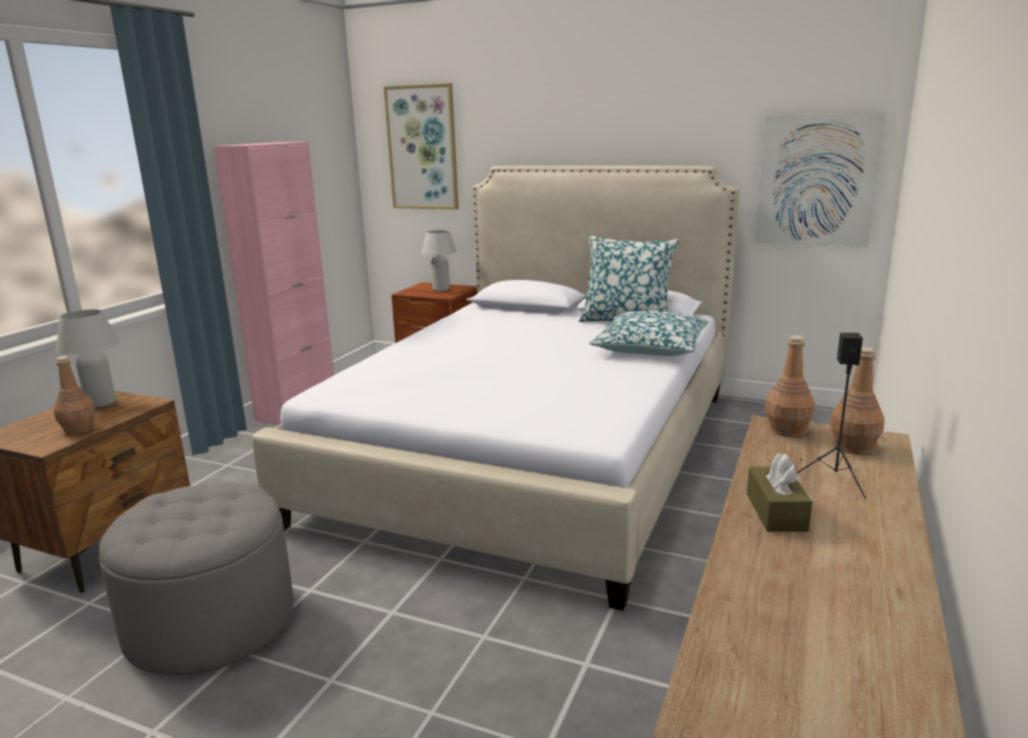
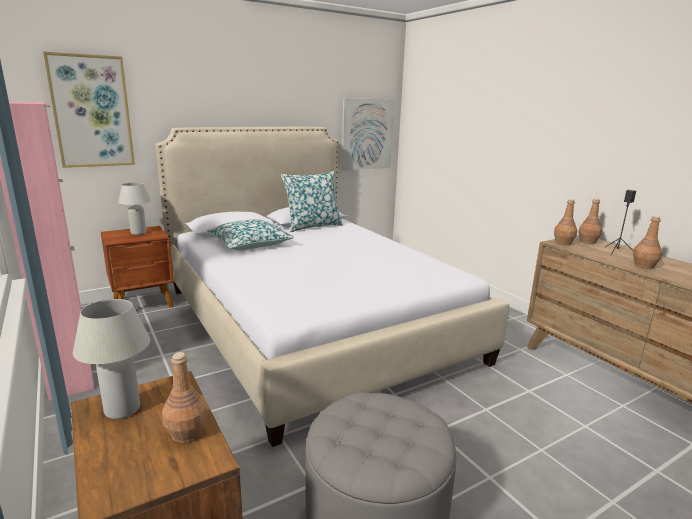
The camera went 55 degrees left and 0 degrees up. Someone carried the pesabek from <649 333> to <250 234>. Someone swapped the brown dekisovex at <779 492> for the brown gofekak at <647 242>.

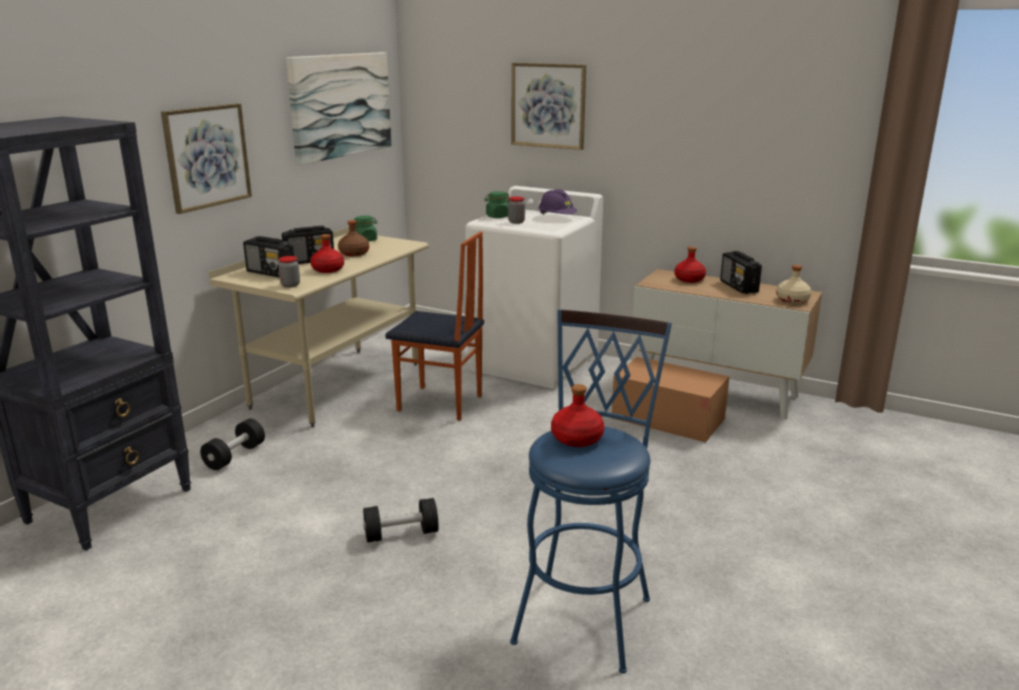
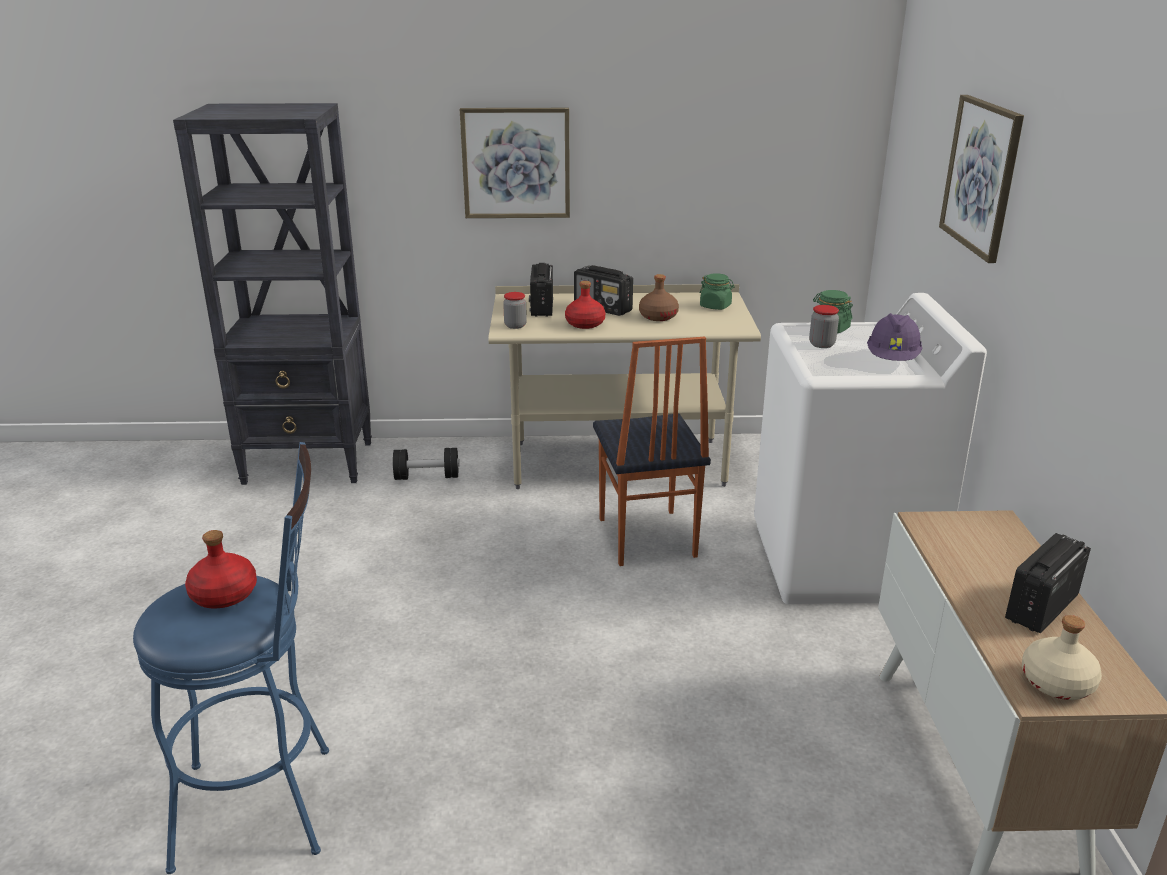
The camera went 60 degrees right and 5 degrees up. Someone took away the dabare at <338 108>. Someone took away the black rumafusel at <401 520>. Someone took away the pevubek at <670 399>. Someone took away the red gofekak at <690 265>.

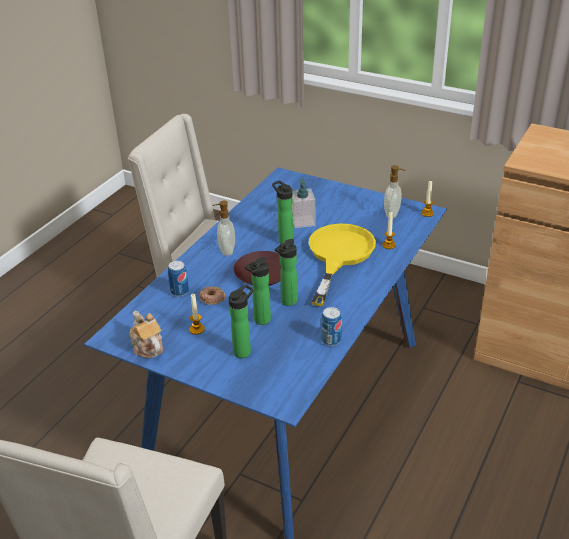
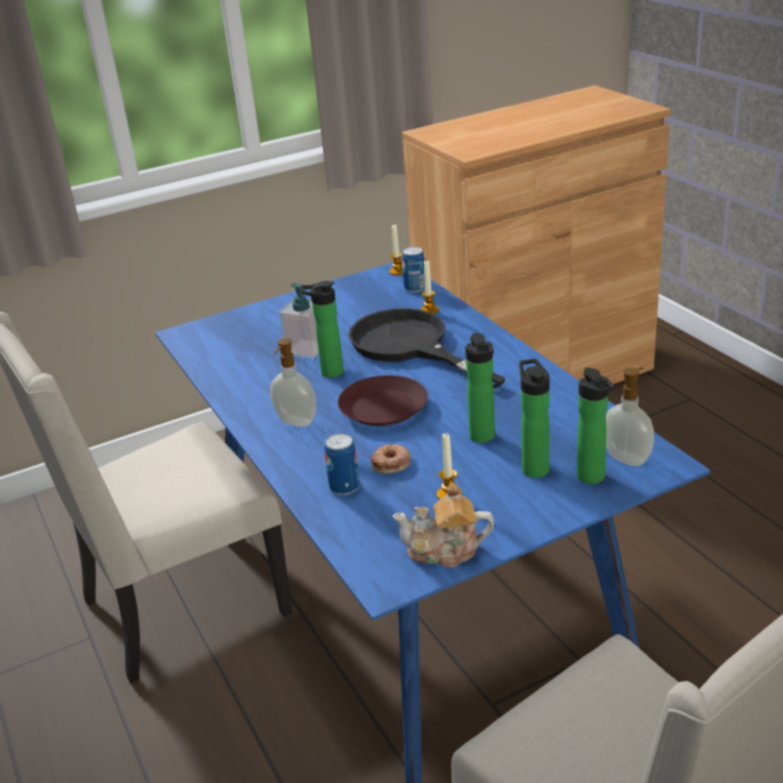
The camera went 55 degrees left and 5 degrees down. Someone repainted the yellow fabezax at <342 264>, which became the black fabezax at <427 348>. Someone carried the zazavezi from <331 326> to <413 269>. Someone carried the gofekak from <286 272> to <596 425>. Someone carried the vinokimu from <394 191> to <630 416>.

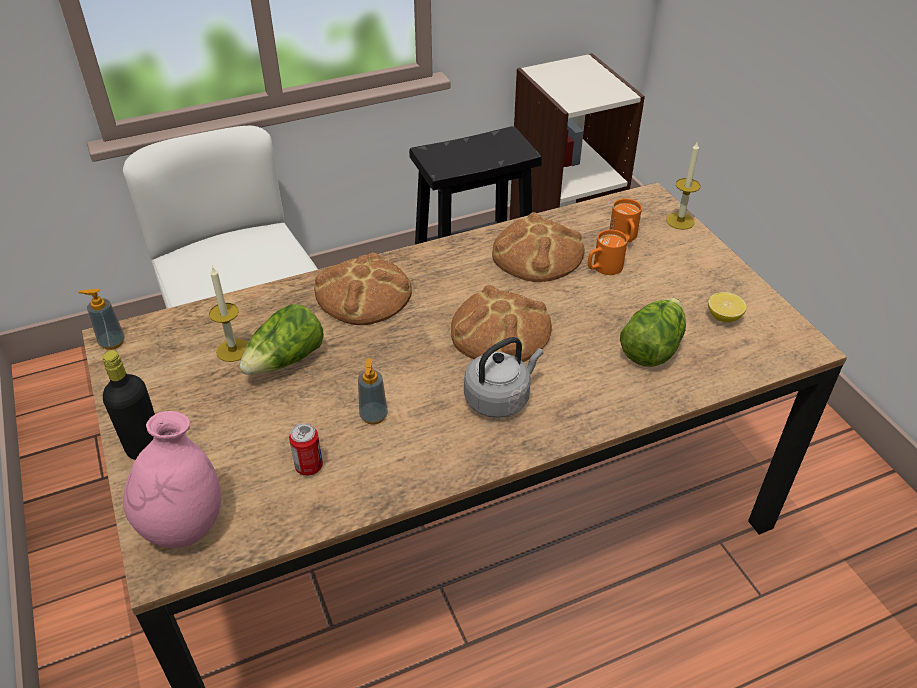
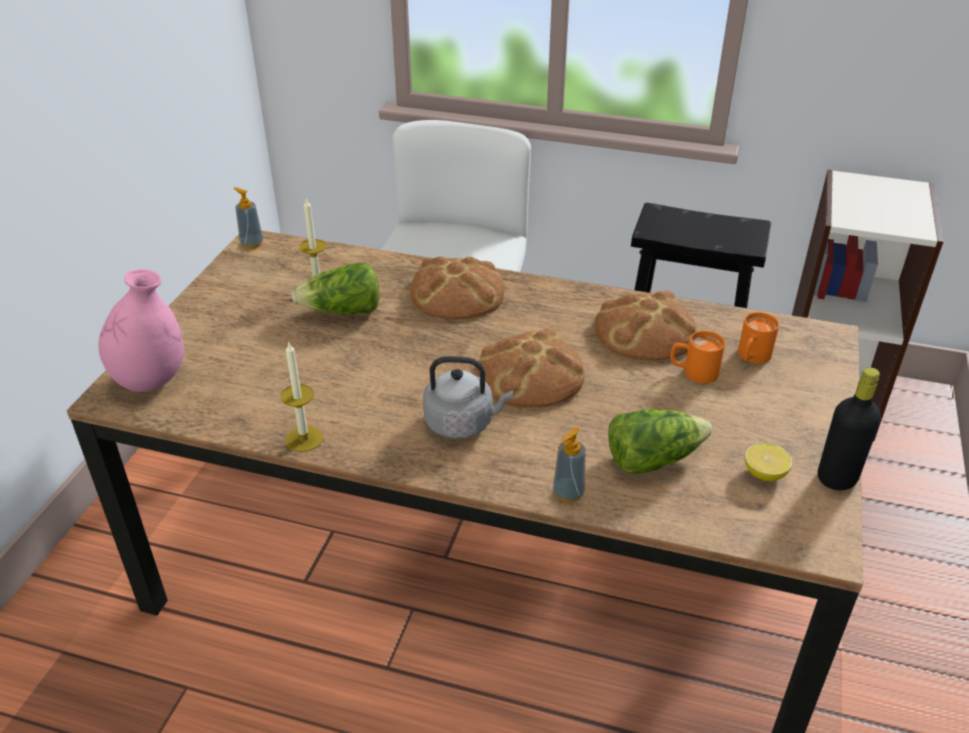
The camera went 40 degrees right and 5 degrees down. Someone carried the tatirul from <683 186> to <301 396>. Someone carried the vinokimu from <373 391> to <569 465>. Someone carried the black gofekak from <128 405> to <849 429>. Someone took away the zazavezi at <306 449>.

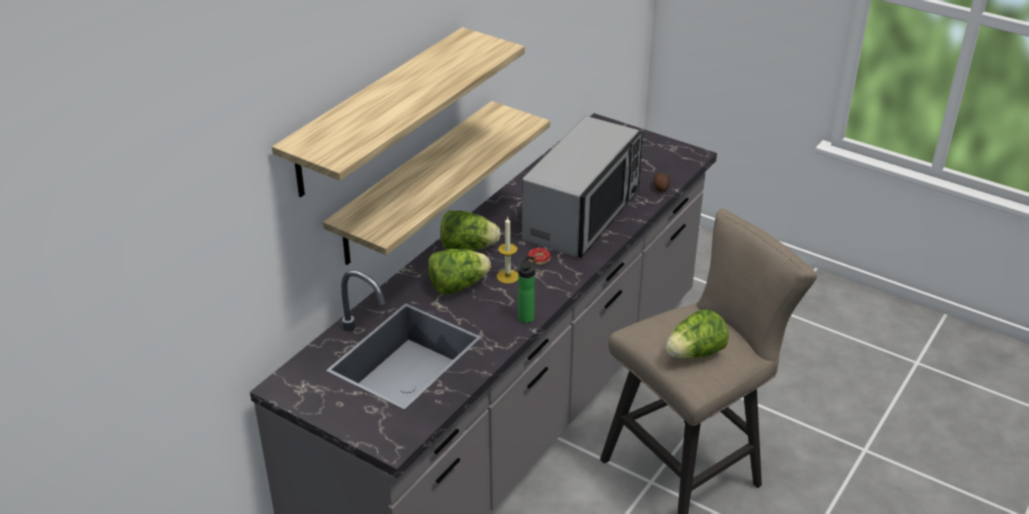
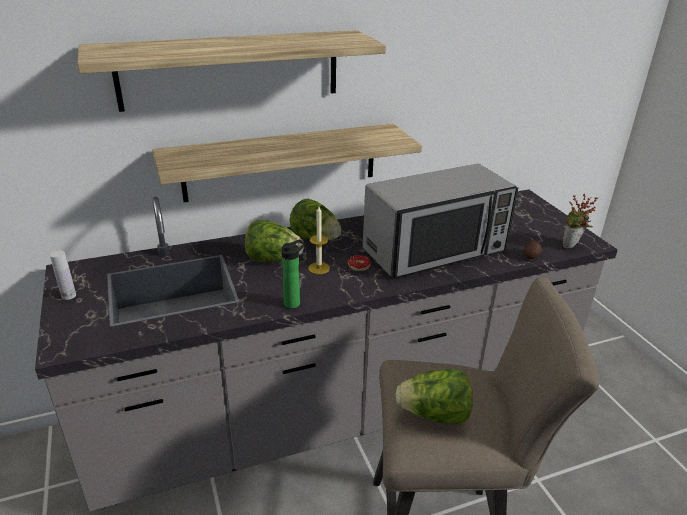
The camera went 35 degrees right and 5 degrees down. Someone put down the white gofekak at <63 275>. Someone put down the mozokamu at <580 220>.

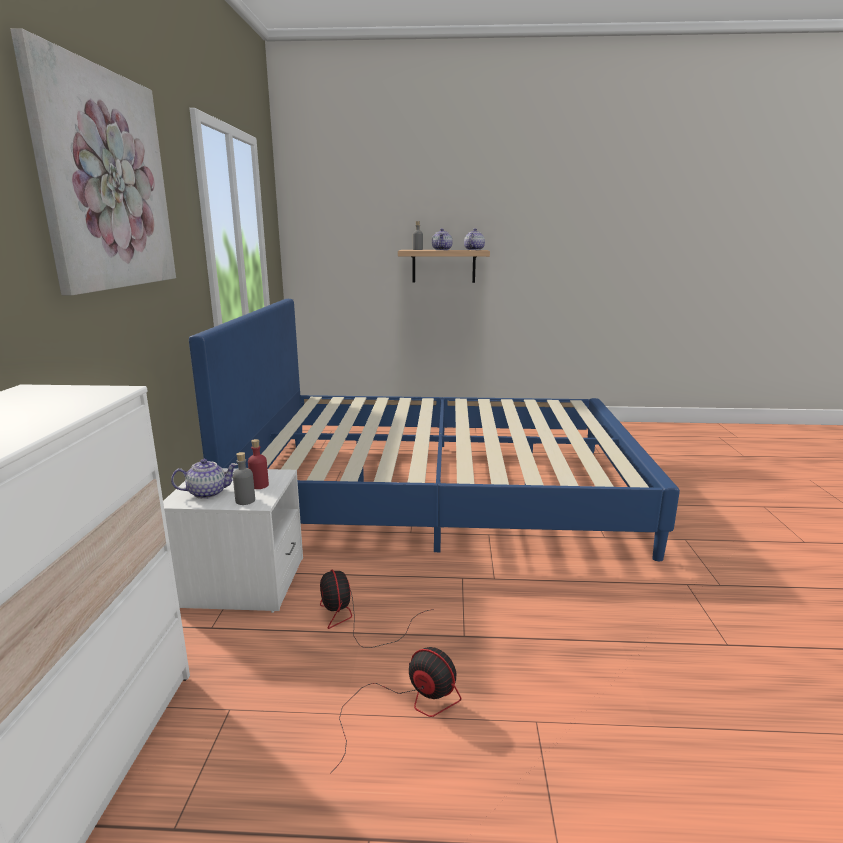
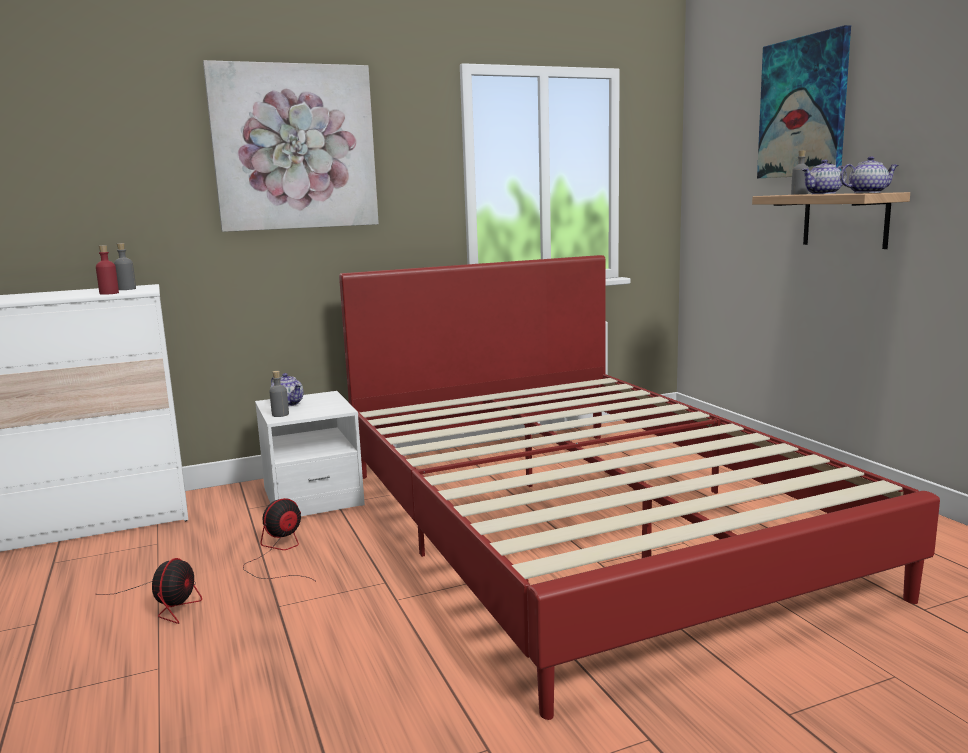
The camera went 65 degrees right and 5 degrees down. Someone carried the red gofekak from <258 464> to <107 270>. Someone put down the grey gofekak at <125 266>. Someone repainted the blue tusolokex at <434 430>, which became the red tusolokex at <639 487>. Someone put up the dabare at <804 101>.

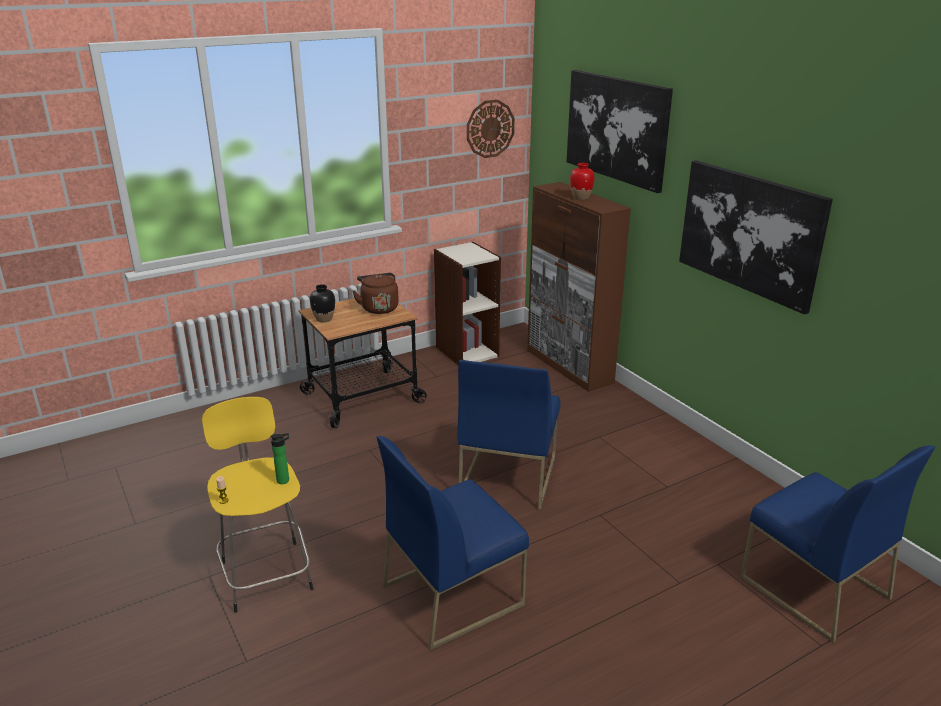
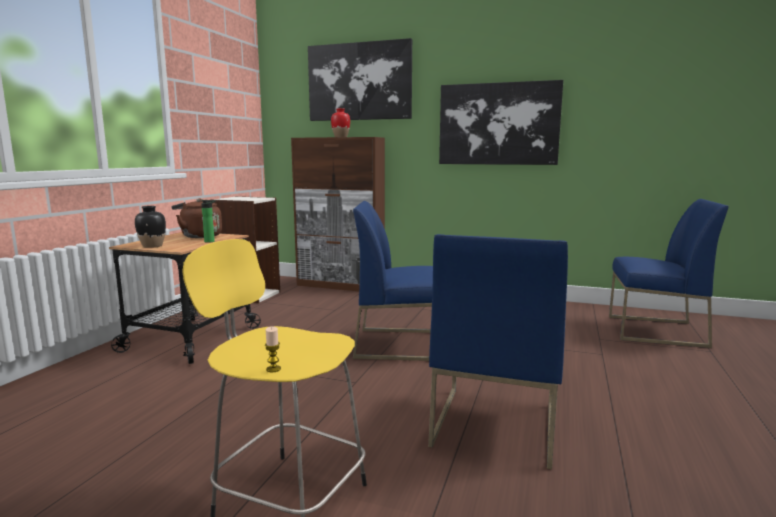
The camera went 40 degrees left and 15 degrees down. Someone carried the gofekak from <279 458> to <208 221>. Someone rotated the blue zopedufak at <509 435> by 120 degrees clockwise. Someone took away the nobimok at <491 129>.

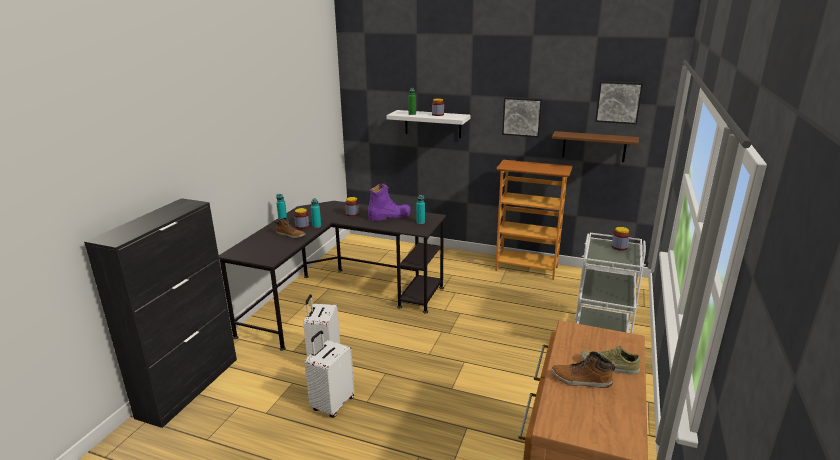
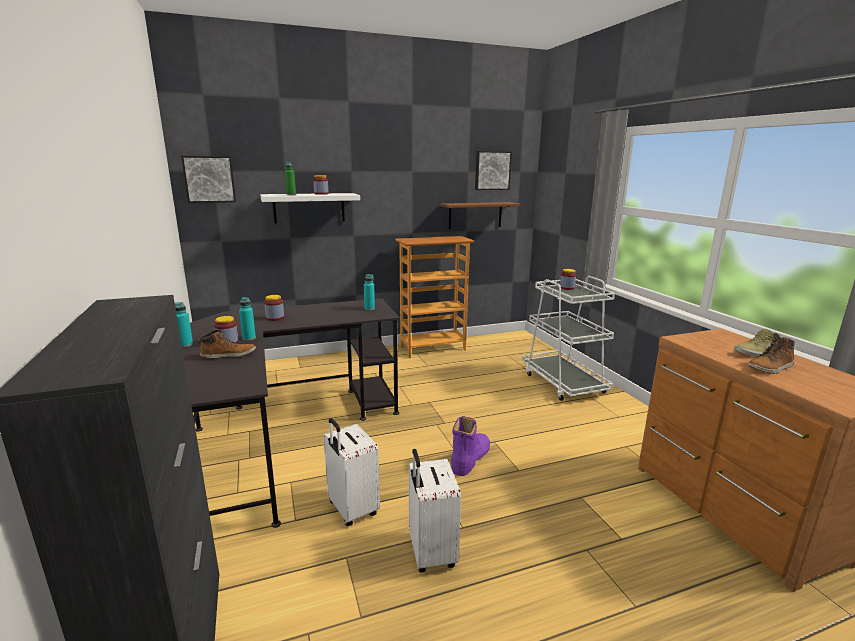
The camera went 40 degrees left and 5 degrees down. Someone carried the dabare from <522 117> to <208 179>. Someone carried the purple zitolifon from <389 202> to <470 446>.

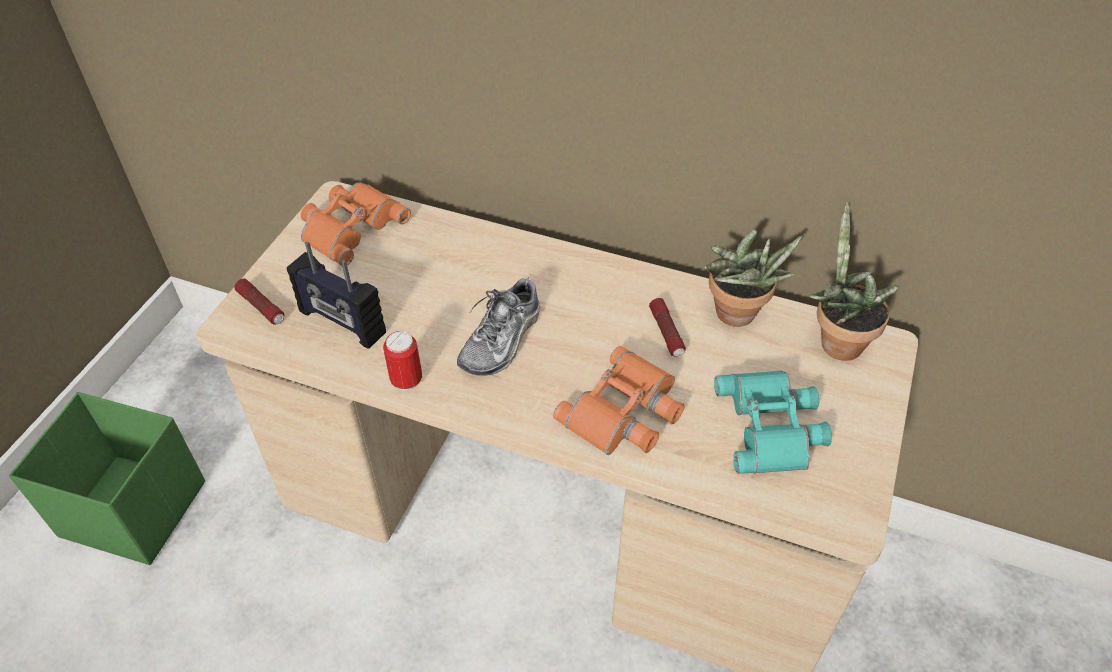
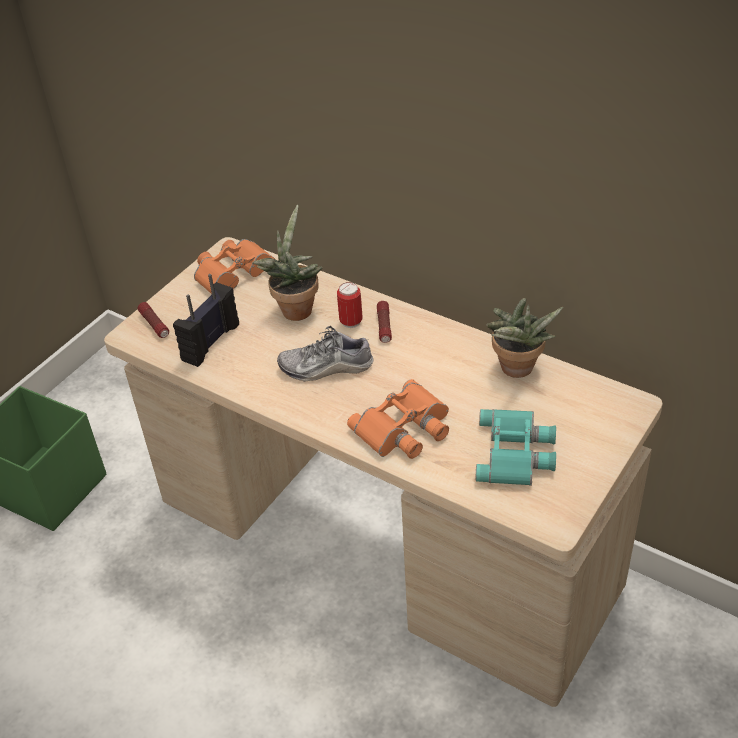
The camera went 15 degrees right and 5 degrees down. Someone rotated the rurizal at <336 295> by 75 degrees clockwise. Someone carried the mozokamu from <854 281> to <287 263>. Someone rotated the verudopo at <498 326> by 45 degrees clockwise. Someone carried the zazavezi from <402 361> to <350 305>. Someone carried the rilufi from <667 327> to <384 322>.

